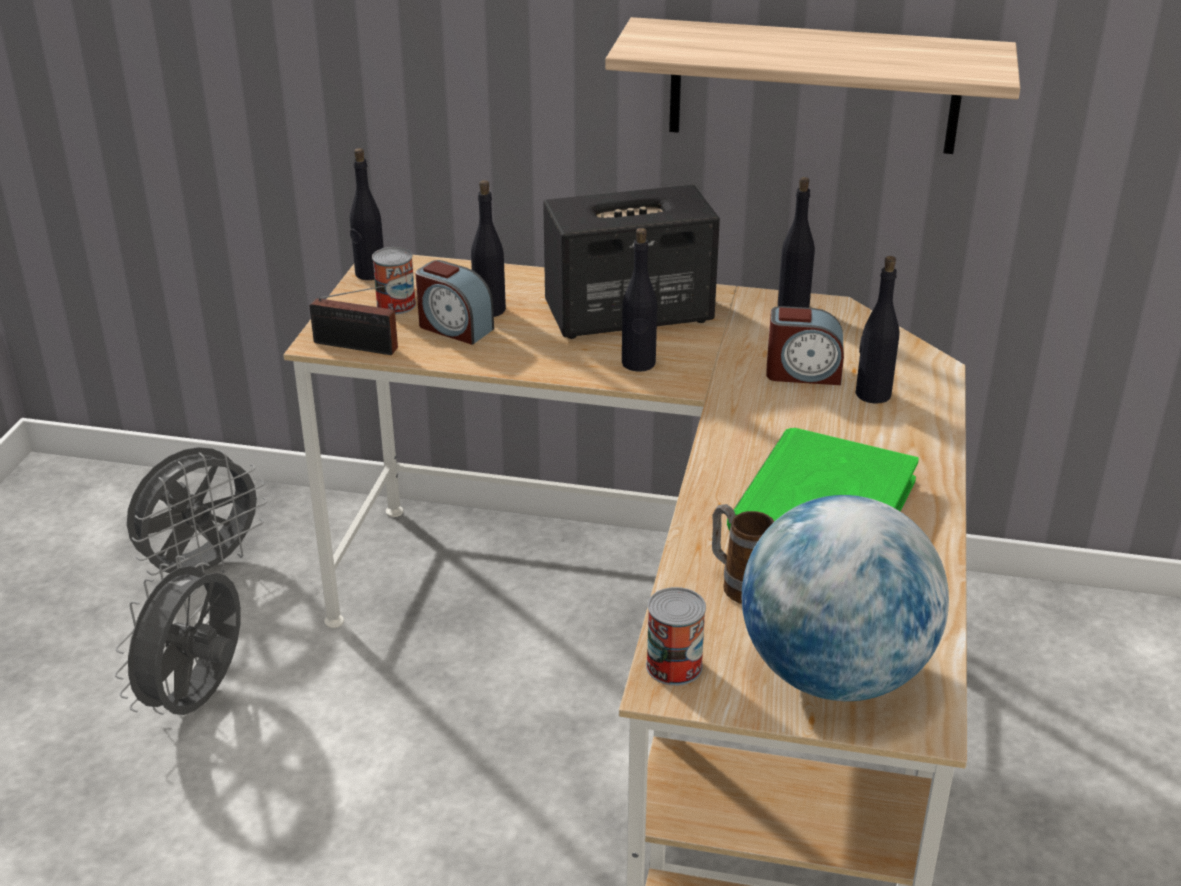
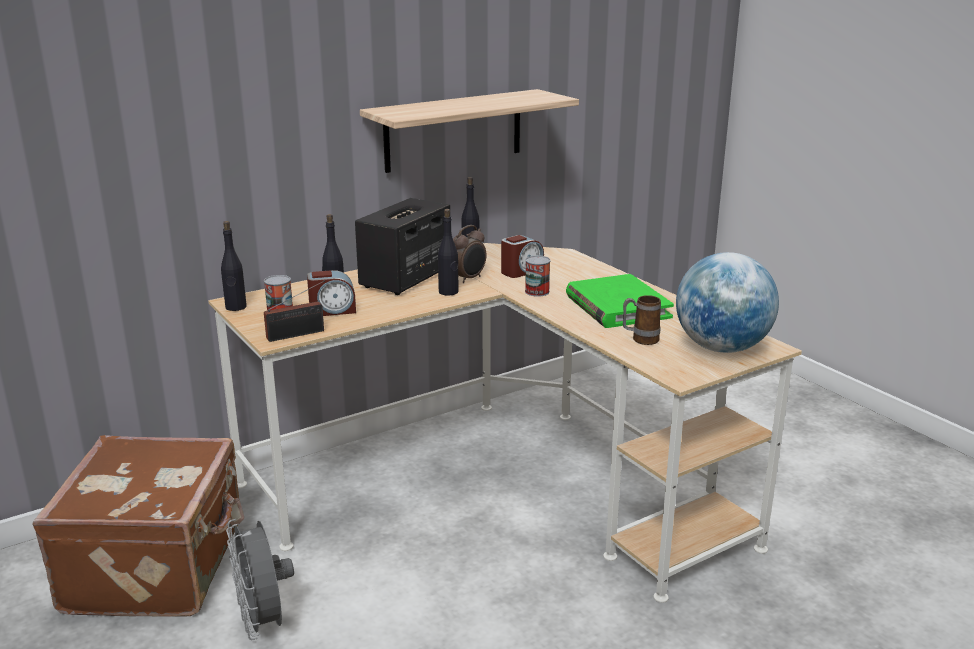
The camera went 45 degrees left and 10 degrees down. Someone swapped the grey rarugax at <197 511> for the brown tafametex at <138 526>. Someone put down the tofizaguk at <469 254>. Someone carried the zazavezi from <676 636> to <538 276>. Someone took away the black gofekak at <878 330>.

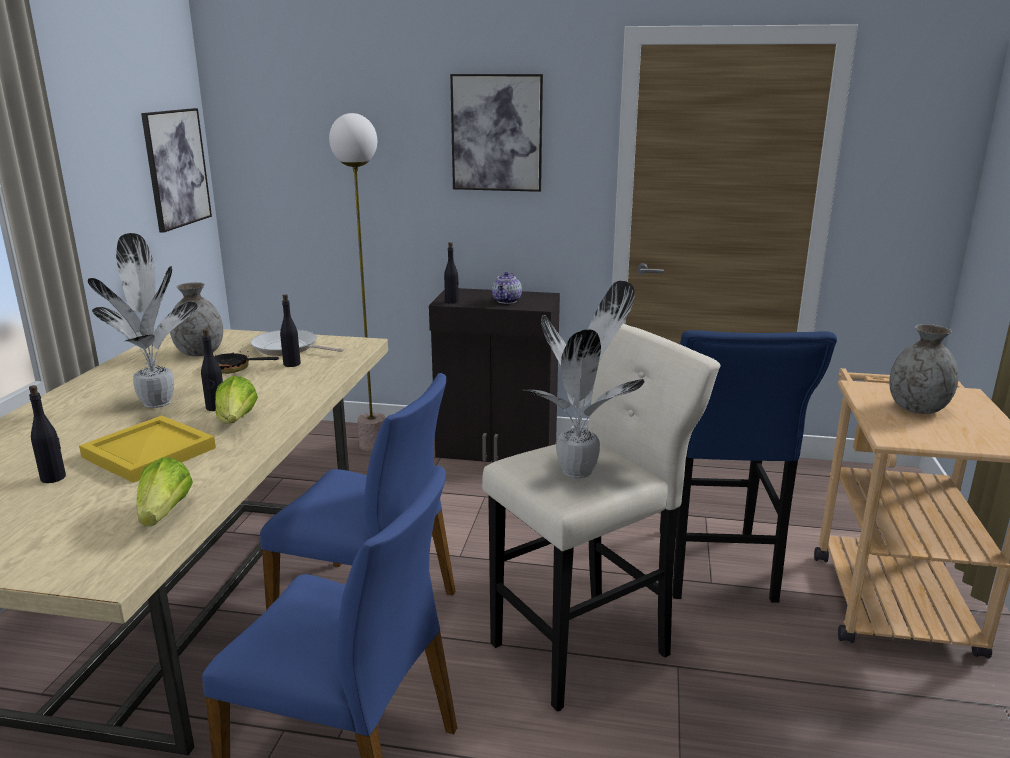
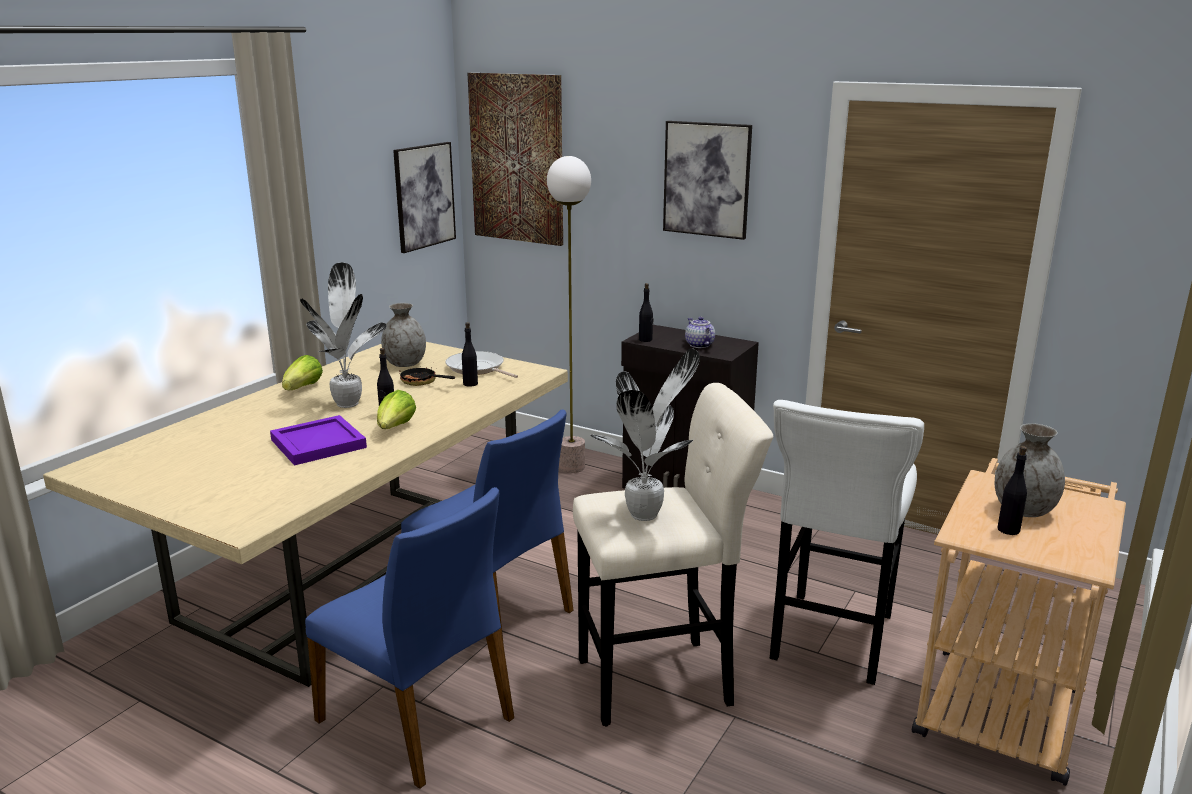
The camera went 20 degrees right and 0 degrees up. Someone repainted the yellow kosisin at <147 449>, which became the purple kosisin at <318 440>. Someone carried the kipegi from <165 492> to <302 372>. Someone put up the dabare at <515 159>. Someone rotated the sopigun at <507 288> by 120 degrees clockwise. Someone repainted the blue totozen at <748 466>, which became the white totozen at <847 542>. Someone carried the black gofekak from <47 434> to <1012 490>.

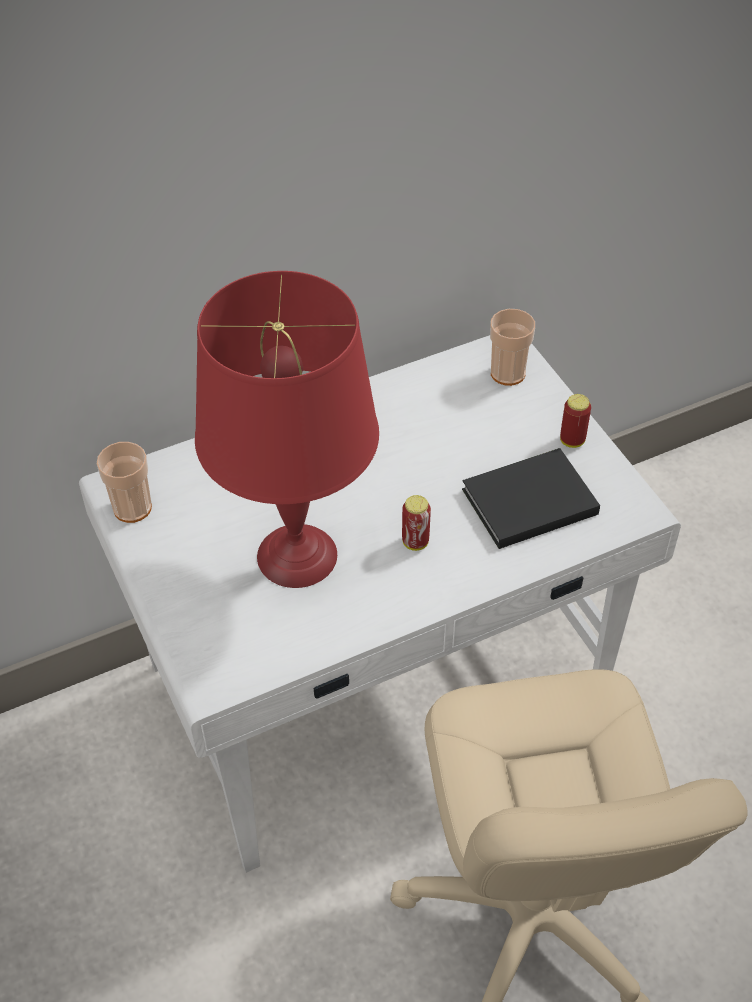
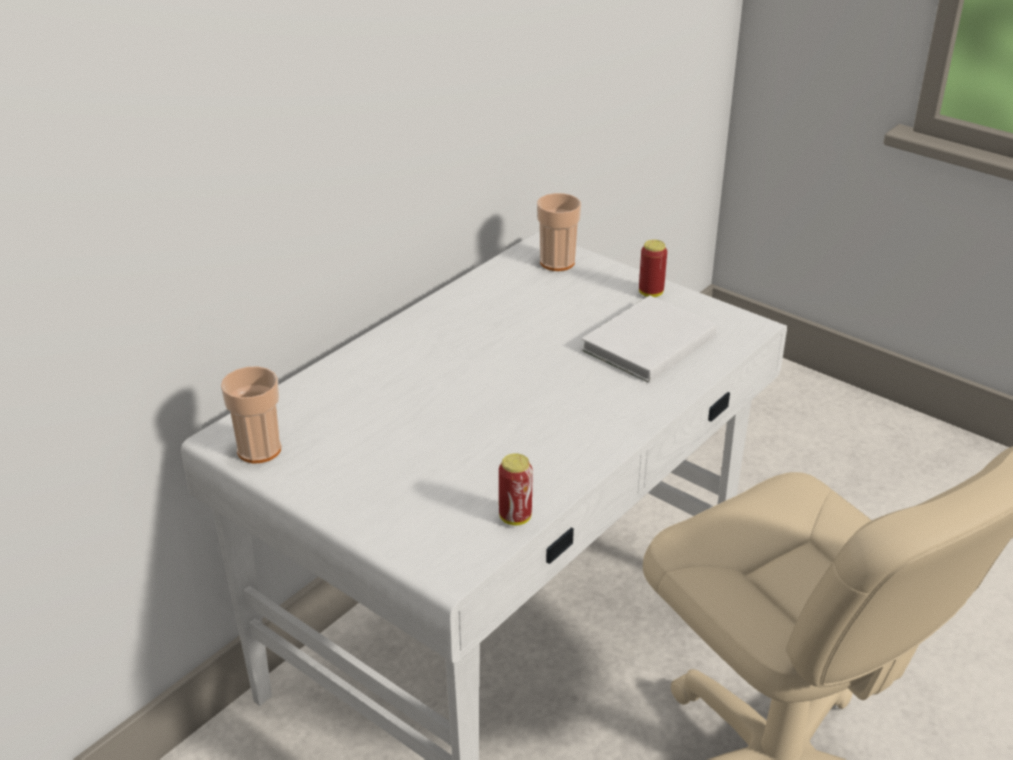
The camera went 25 degrees left and 15 degrees down. Someone carried the zazavezi from <416 523> to <516 489>. Someone repainted the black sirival at <531 498>, which became the white sirival at <649 339>. Someone took away the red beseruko at <287 429>.

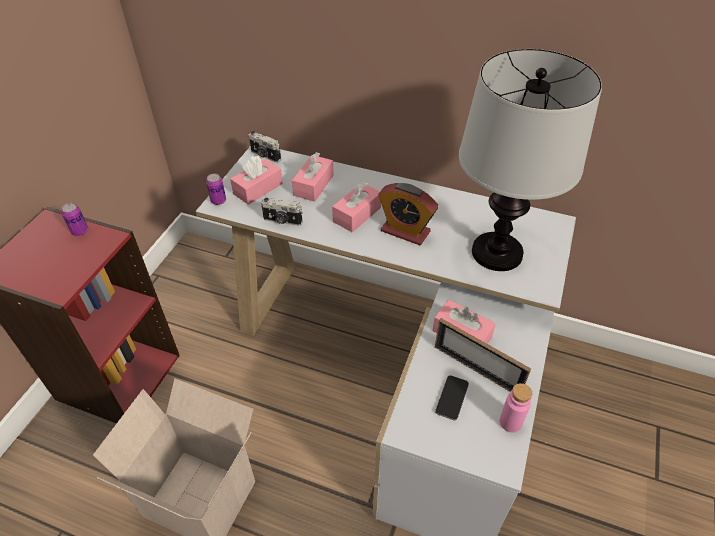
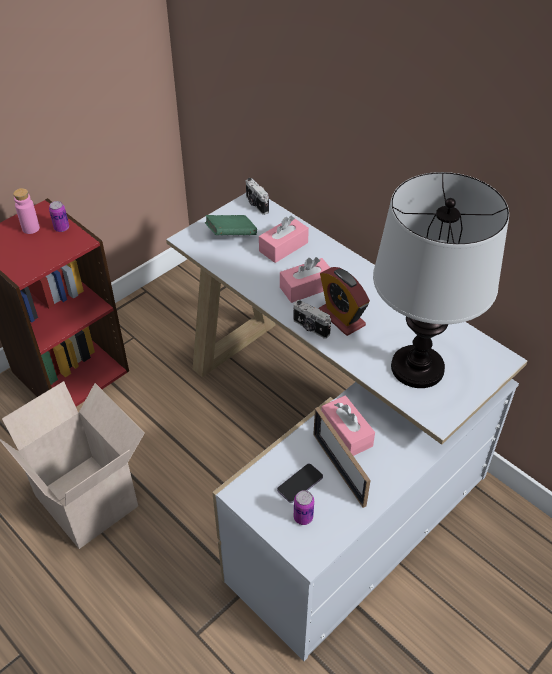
The camera went 25 degrees right and 0 degrees up. Someone carried the pink gofekak from <515 407> to <26 211>. Someone swapped the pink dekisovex at <256 180> for the green sirival at <231 225>. Someone carried the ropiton from <282 212> to <312 319>. Someone carried the zazavezi from <216 189> to <304 507>.

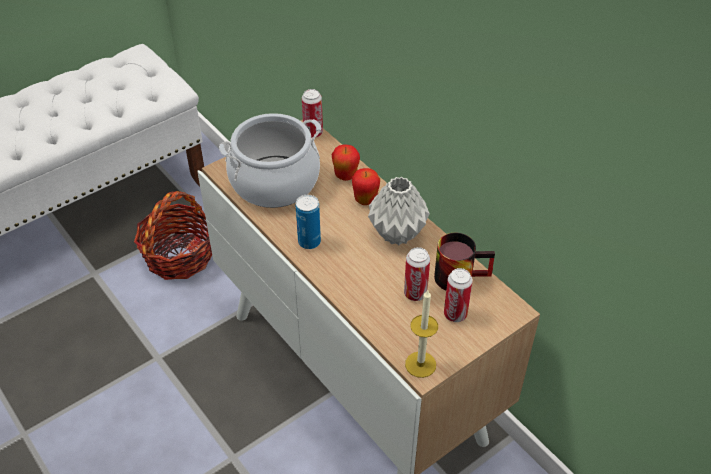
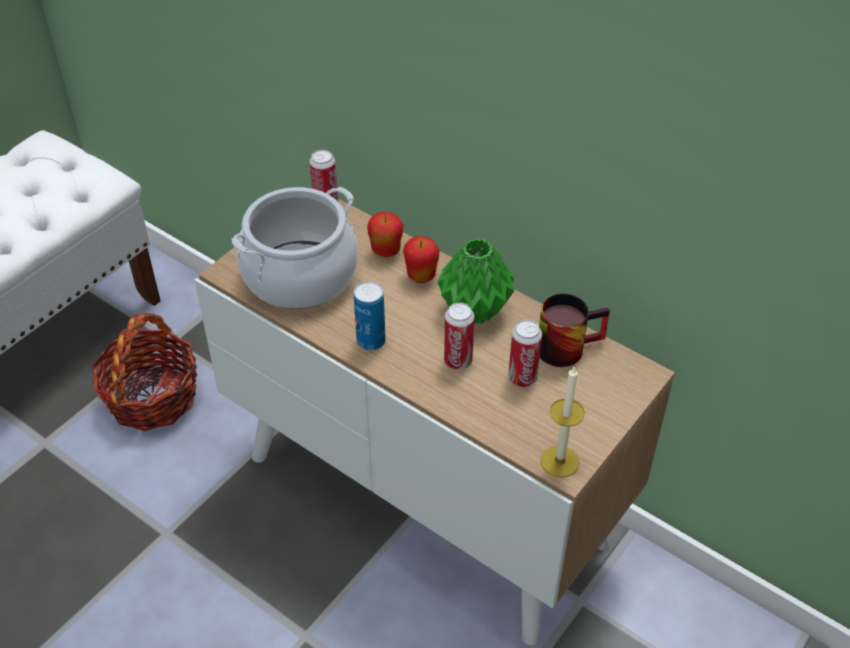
The camera went 15 degrees left and 0 degrees up. Someone repainted the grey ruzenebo at <399 211>, which became the green ruzenebo at <476 281>. Someone carried the zazavezi from <458 295> to <459 336>.

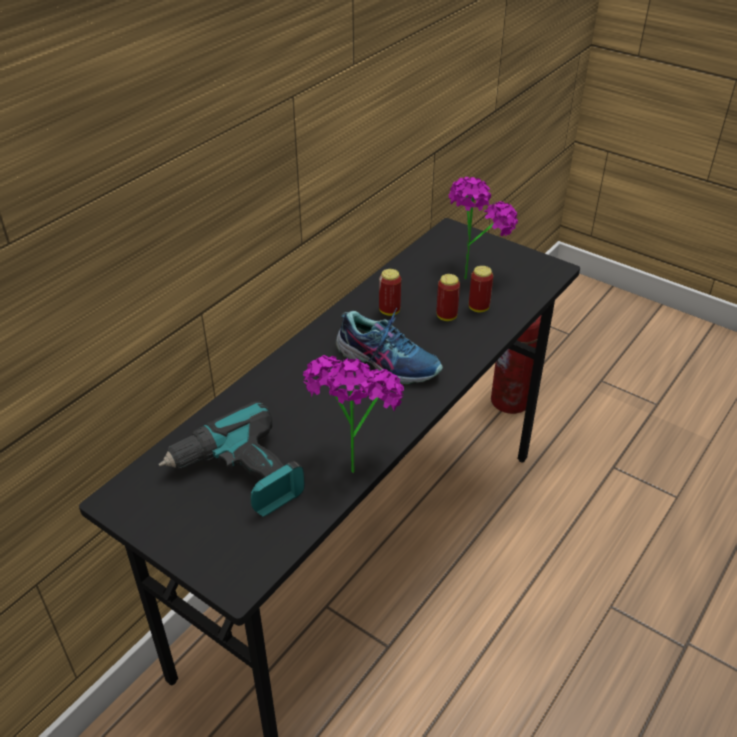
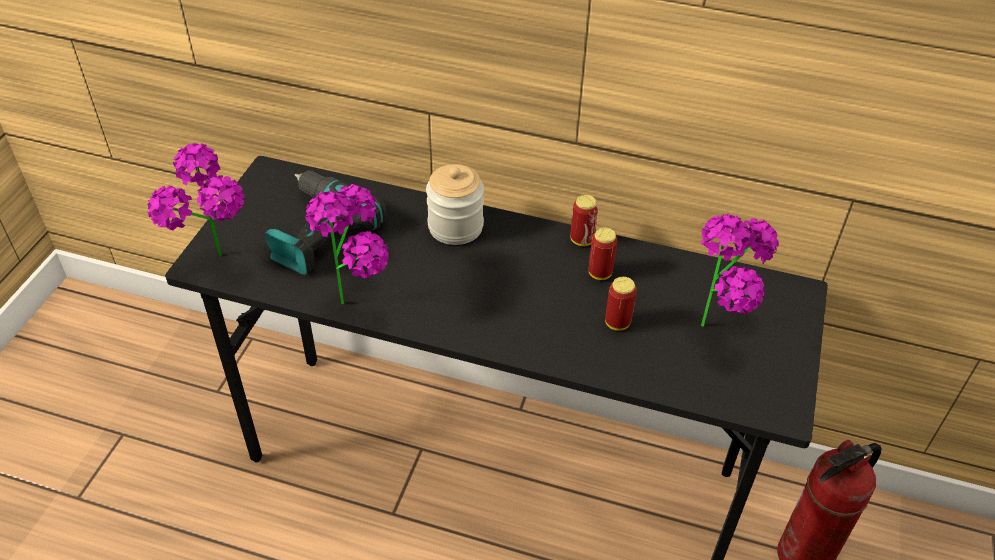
The camera went 70 degrees right and 5 degrees up. Someone put down the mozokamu at <196 199>. Someone put down the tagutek at <455 204>. Someone carried the zazavezi from <481 289> to <584 220>. Someone took away the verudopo at <389 346>.

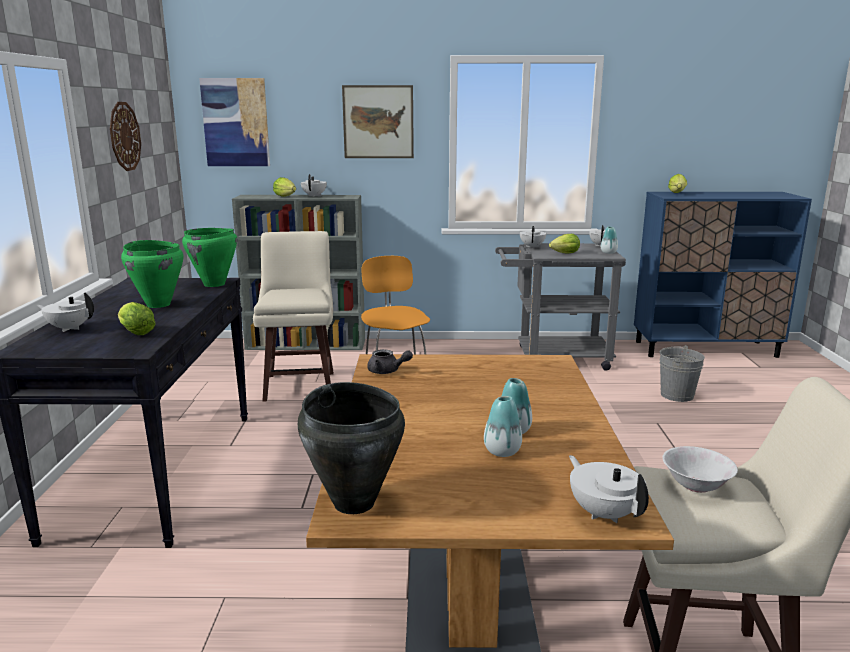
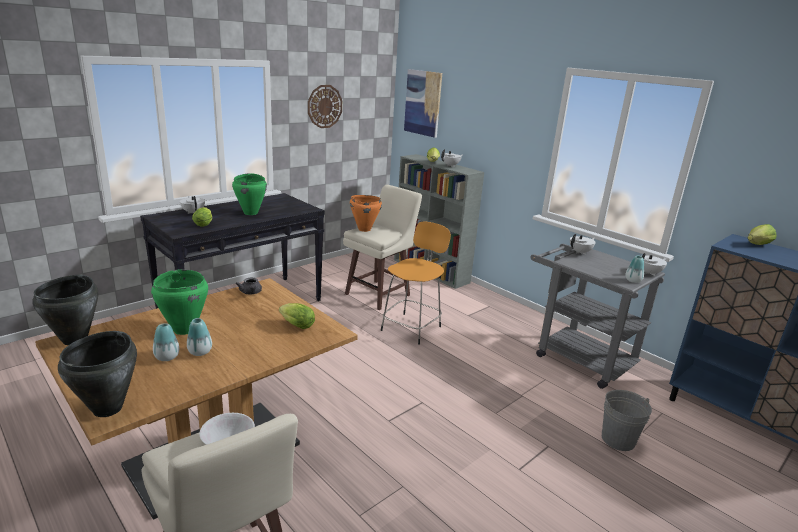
The camera went 45 degrees right and 5 degrees up. Someone swapped the white sopigun at <609 489> for the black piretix at <97 374>. Someone carried the green piretix from <209 257> to <179 302>. Someone carried the kipegi from <564 243> to <297 316>. Someone put down the orange piretix at <366 213>. Someone took away the dabare at <378 121>.

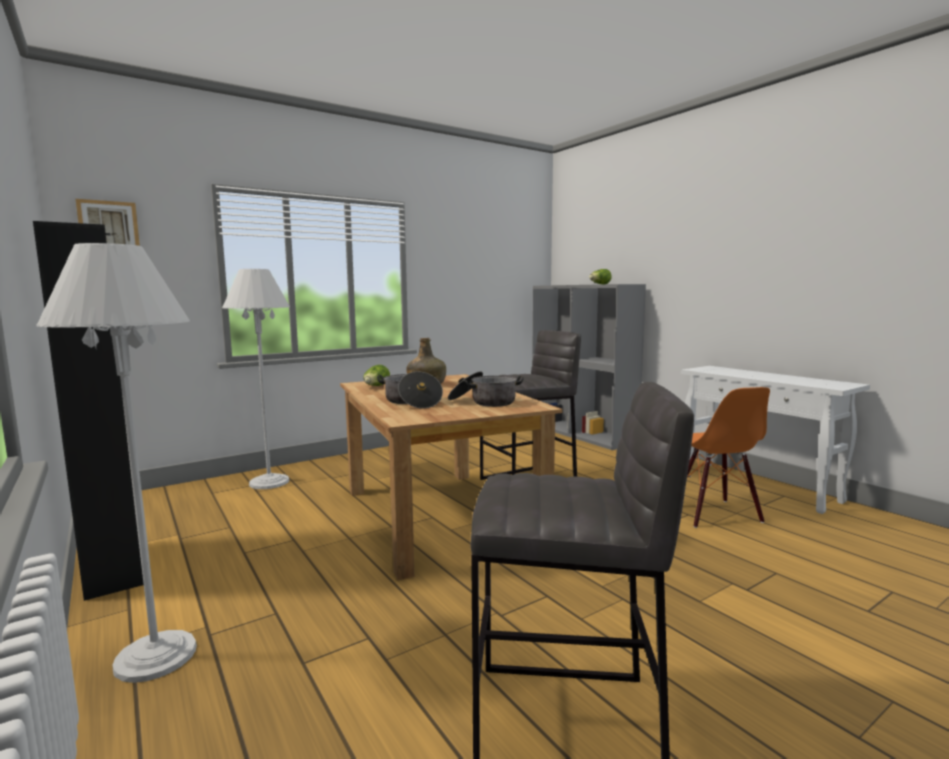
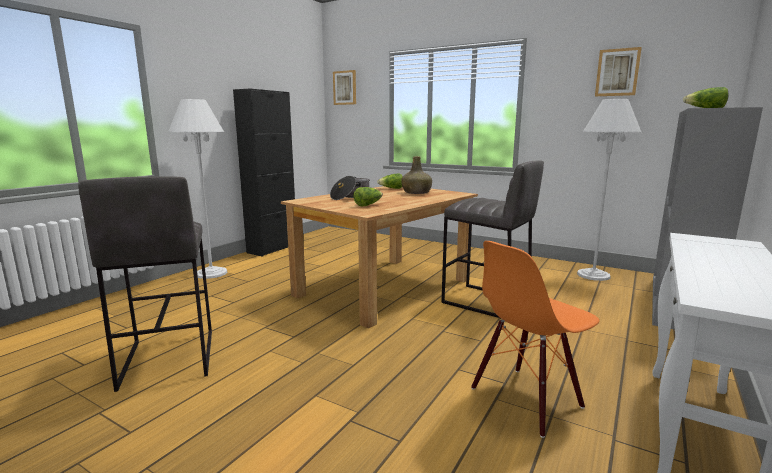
The camera went 65 degrees right and 5 degrees up. Someone swapped the piretix at <486 389> for the kipegi at <368 197>. Someone carried the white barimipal from <256 379> to <609 190>. Someone put up the dabare at <618 71>.

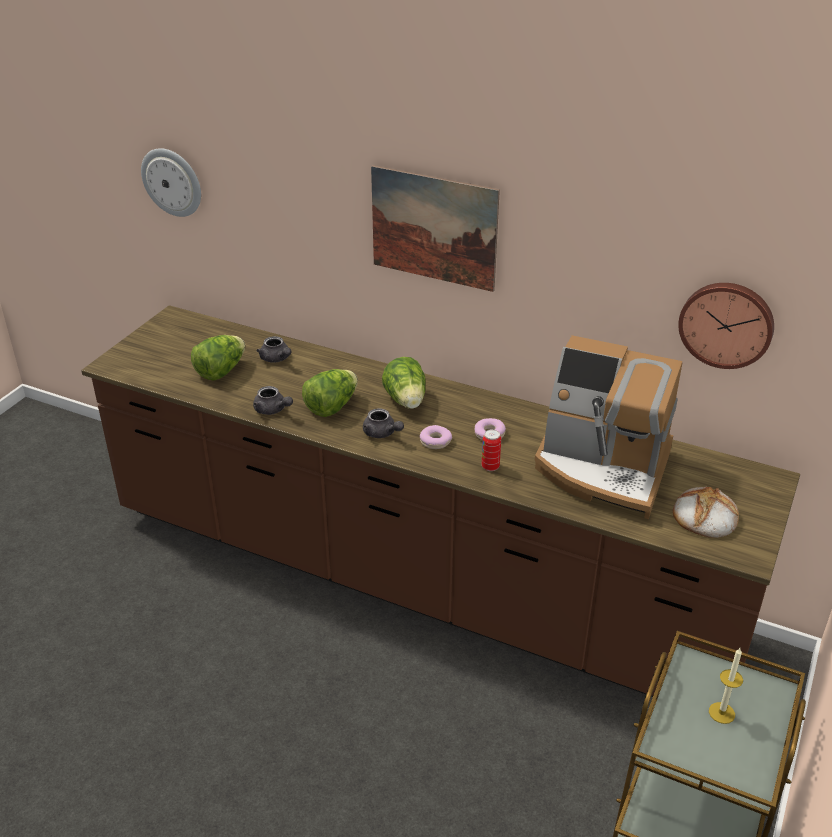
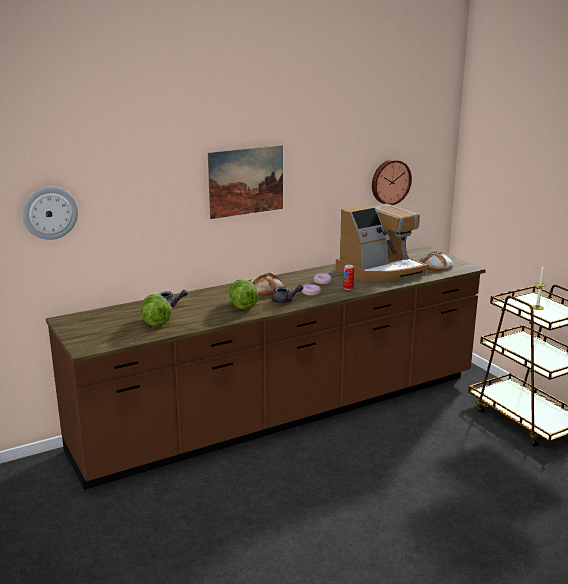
The camera went 55 degrees left and 15 degrees down. Someone swapped the kipegi at <404 383> for the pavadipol at <267 284>. Someone took away the grey sopigun at <273 400>.

